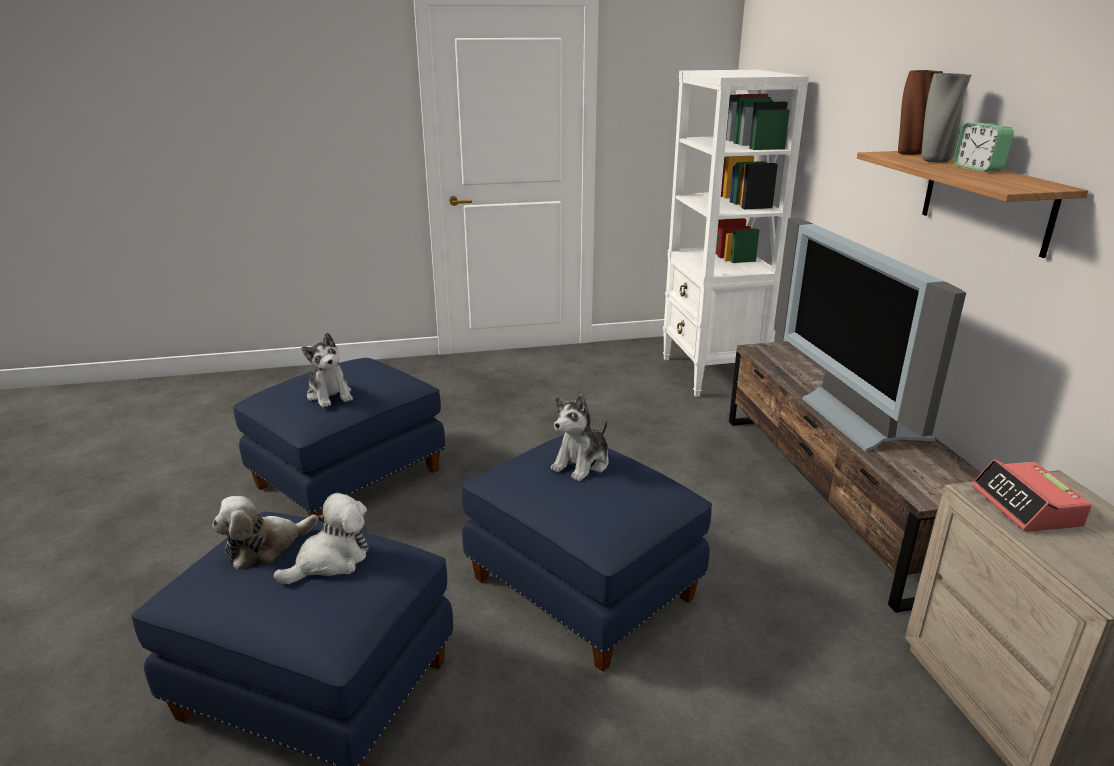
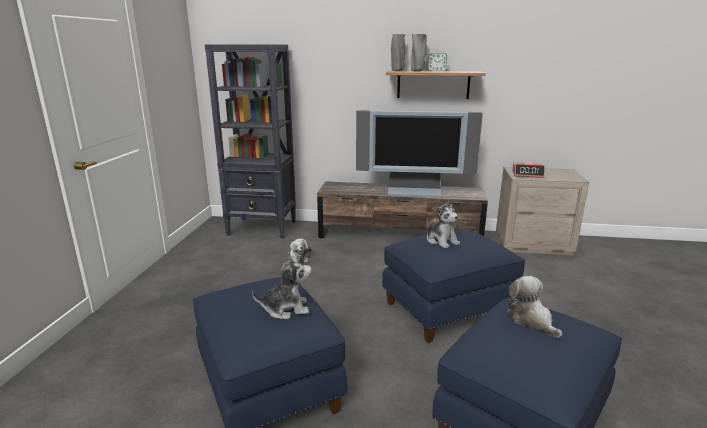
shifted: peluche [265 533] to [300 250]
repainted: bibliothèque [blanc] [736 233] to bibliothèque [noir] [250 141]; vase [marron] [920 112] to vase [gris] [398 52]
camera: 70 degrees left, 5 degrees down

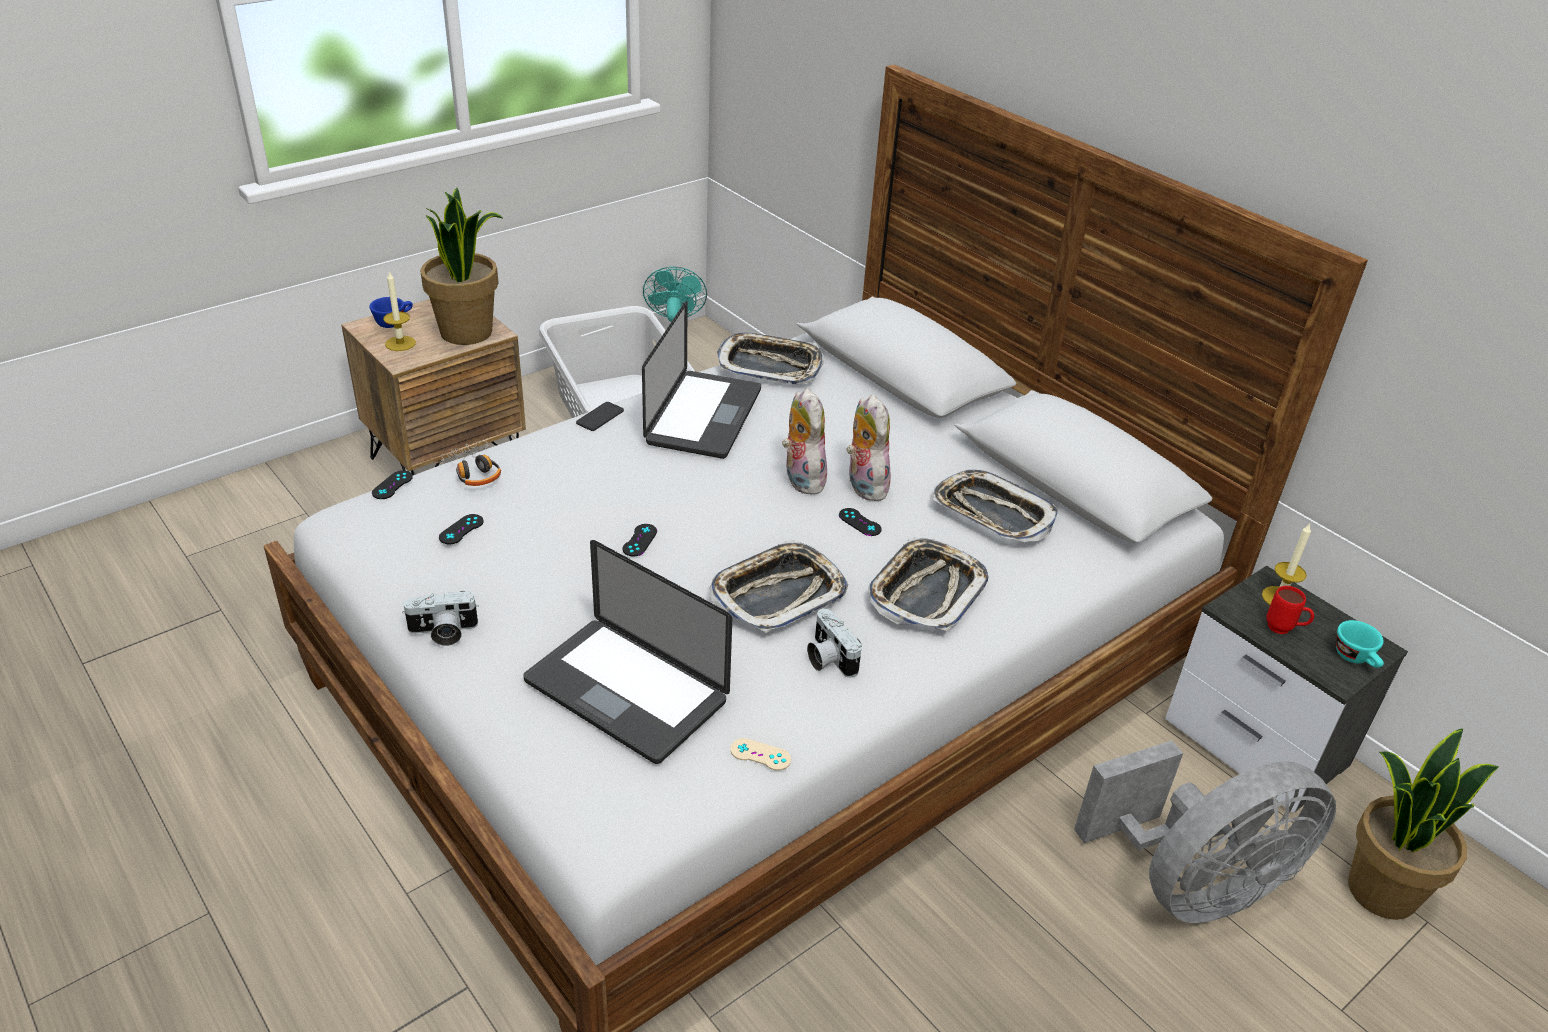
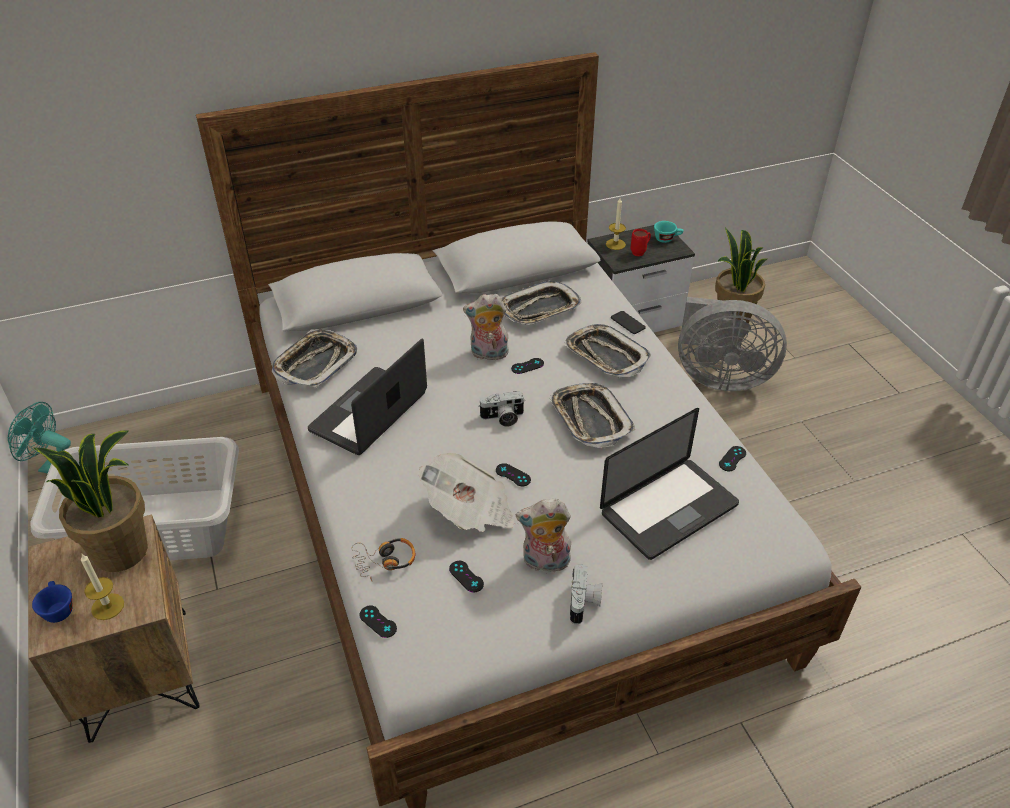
new: journal [467 492]
shifted: peluche [804 441] to [543 535]; téléphone [600 416] to [628 322]; appareil photo [834 643] to [501 409]
repainted: manette [beige] [760 754] to manette [noir] [732 458]
rotated: ordinateur portable [701 380] = [367 397] 90 degrees counterclockwise; ventilateur [gris] [1205 831] = [732 344] 105 degrees clockwise
camera: 70 degrees left, 5 degrees up

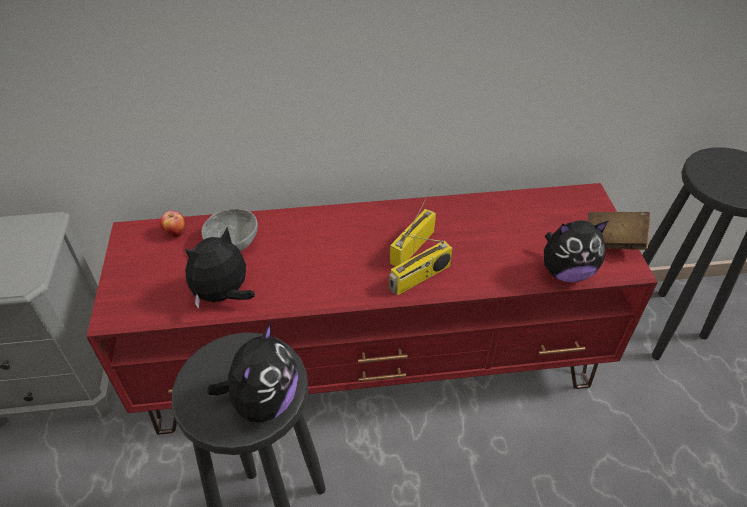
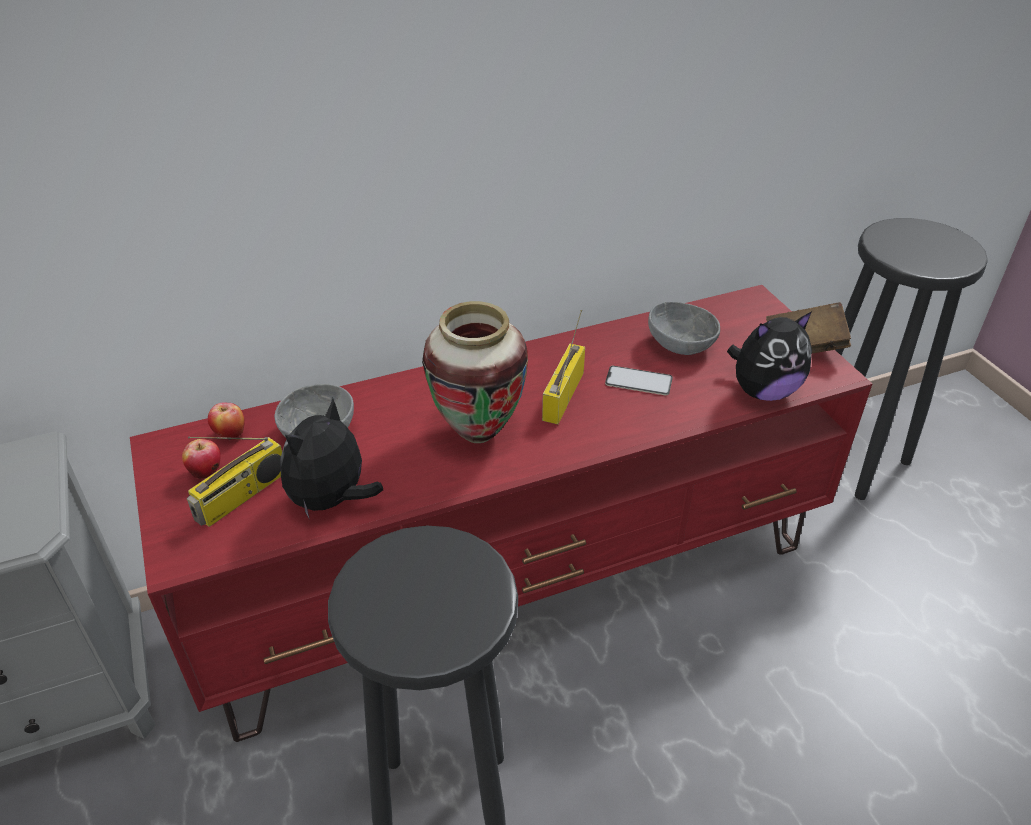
gone: peluche [252 371]
new: vase [475 372]; bol [gris] [684 328]; téléphone [639 380]; pomme [201 459]
shifted: radio [420 265] to [234 481]
camera: 15 degrees left, 5 degrees down

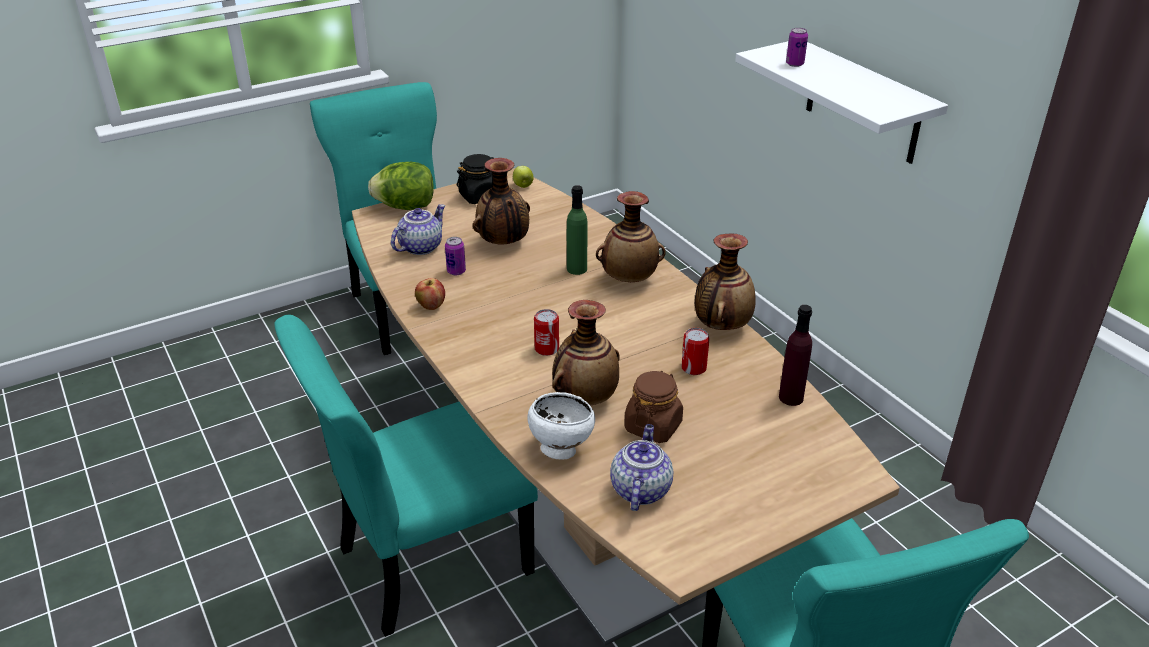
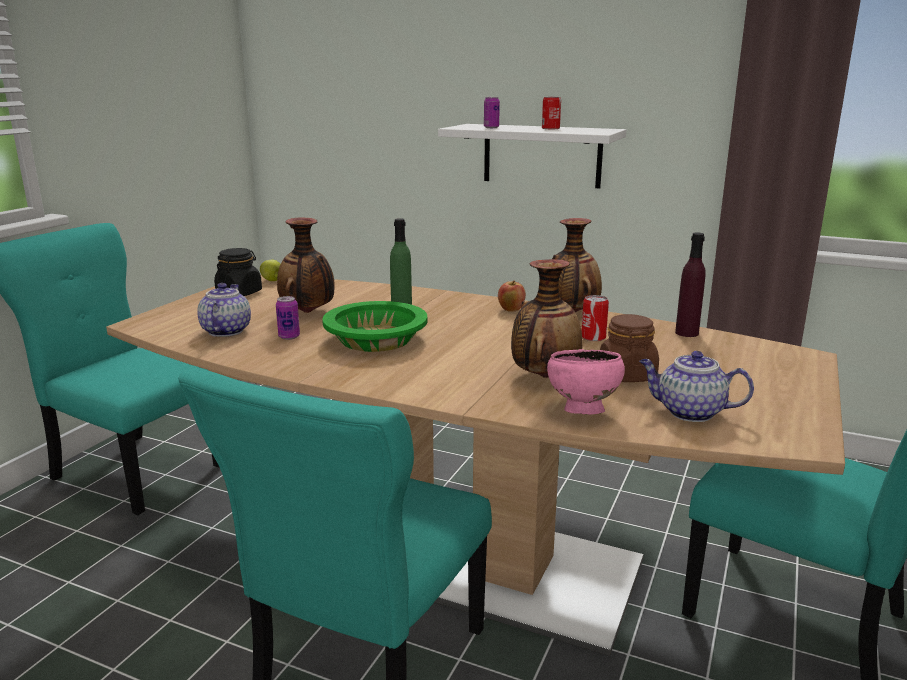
gone: laitue [401 186]; vase [631 236]
new: bol [vert] [374 326]
shifted: pomme [430 294] to [512 296]; boîte métallique [546 332] to [551 113]
repainted: bol [blanc] [561 426] to bol [rose] [586 382]
rotated: théière [641 467] = [696 386] 45 degrees counterclockwise
camera: 35 degrees left, 15 degrees down

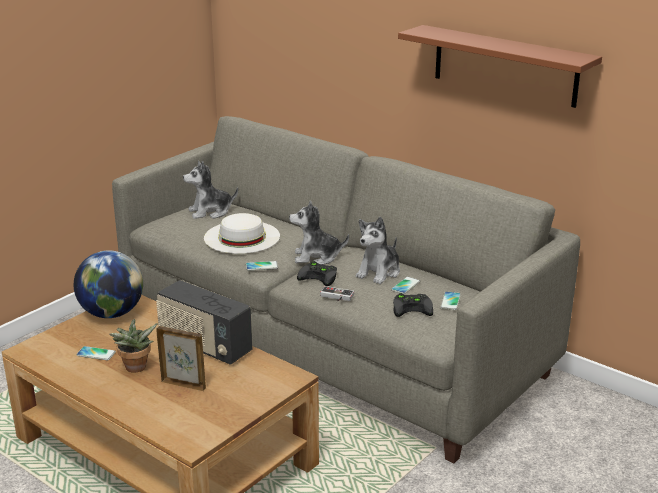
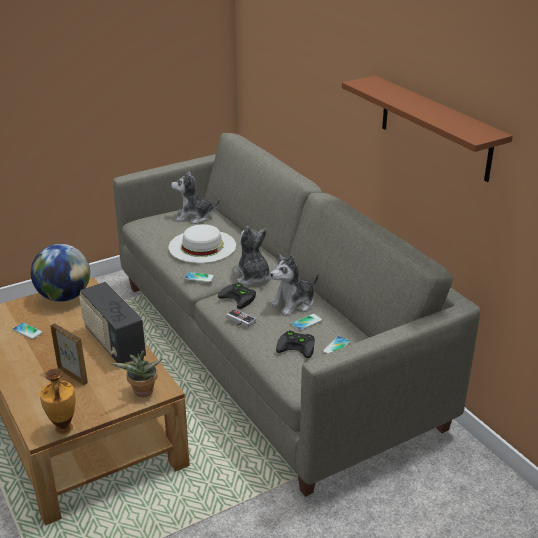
new: vase [57 401]
shifted: plante en pot [133 346] to [136 374]
rotated: peluche [319 233] = [252 256] 45 degrees clockwise
camera: 20 degrees right, 5 degrees up

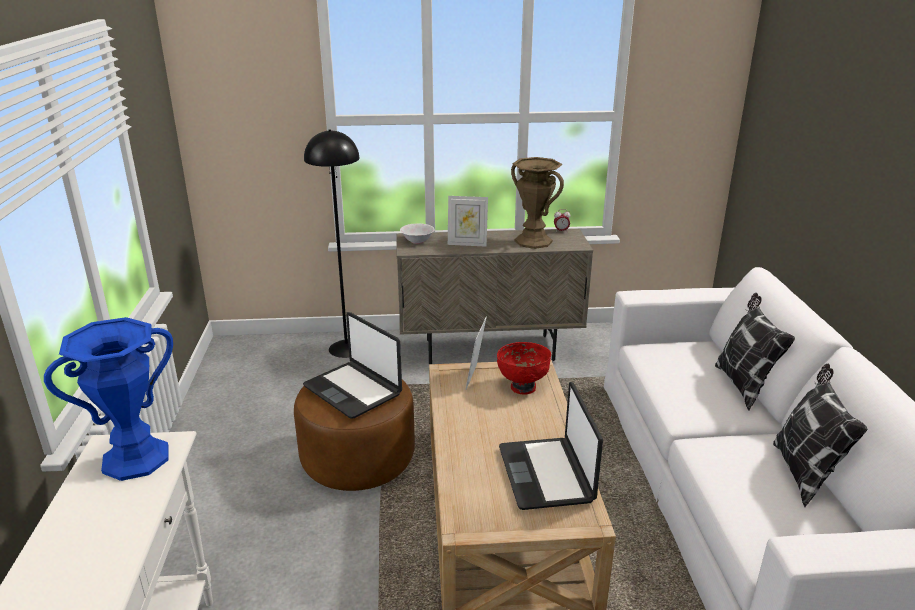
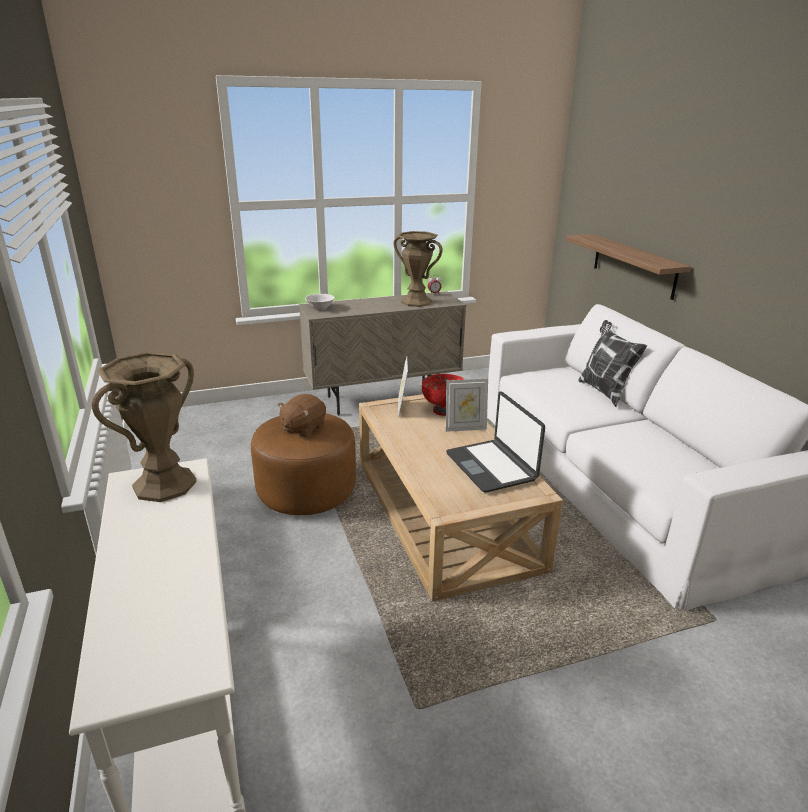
gone: lampadaire [noir] [332 243]; coussin [820 435]
new: étagère [628 267]
shifted: cadre photo [468 221] to [467 405]
swapped: ordinateur portable [352 365] to peluche [marron] [302 416]
repainted: vase [bleu] [108 399] to vase [marron] [144 427]
camera: 15 degrees left, 0 degrees up

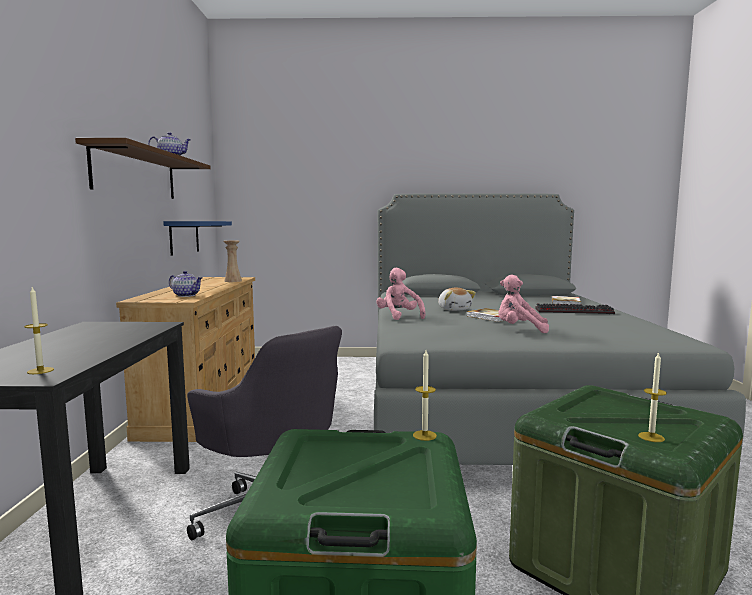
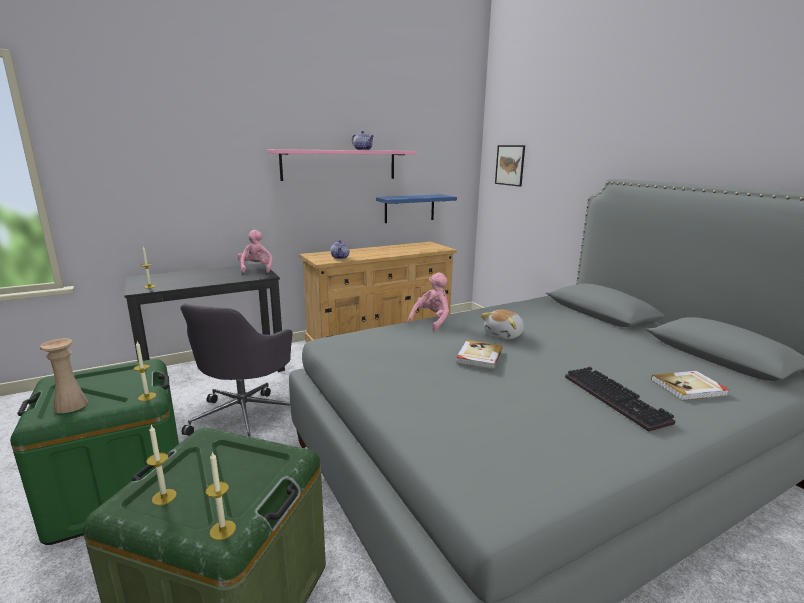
new: tableau [510 166]; bougie [221 496]
shifted: vase [beige] [233 261] to [64 375]; peluche [rose] [523 303] to [255 251]
repainted: étagère [marron] [143 168] to étagère [rose] [342 165]
camera: 60 degrees right, 10 degrees up

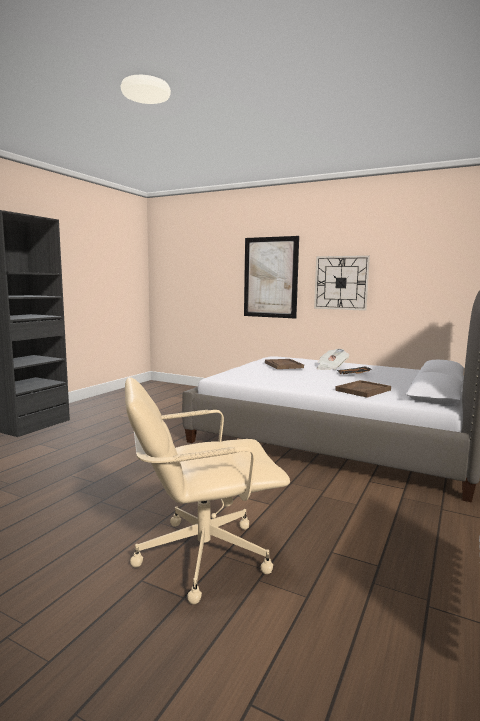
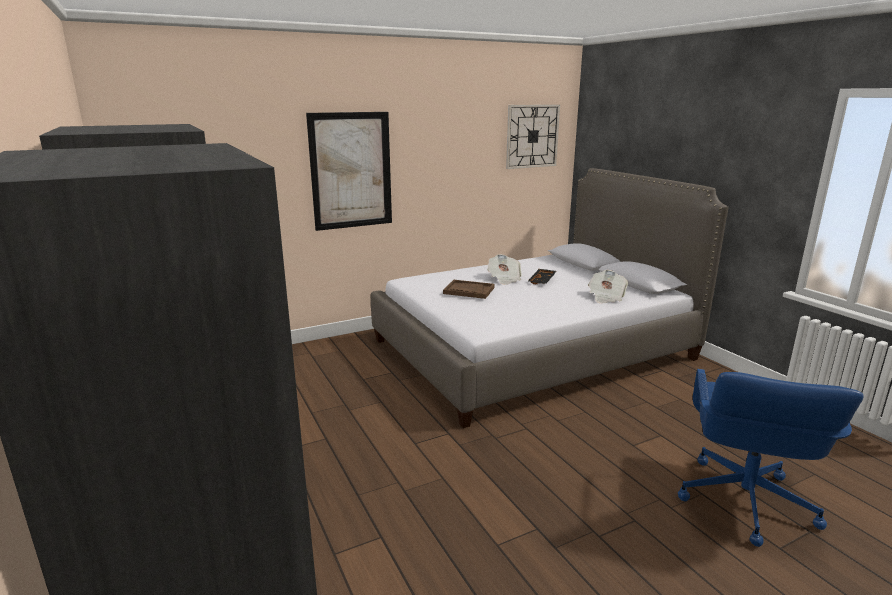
shifted: horloge murale [342 283] to [533 136]
swapped: plateau [marron] [363 389] to journal [608 286]
repainted: chaise de bureau [beige] [207 490] to chaise de bureau [bleu] [771 458]
camera: 55 degrees left, 10 degrees up

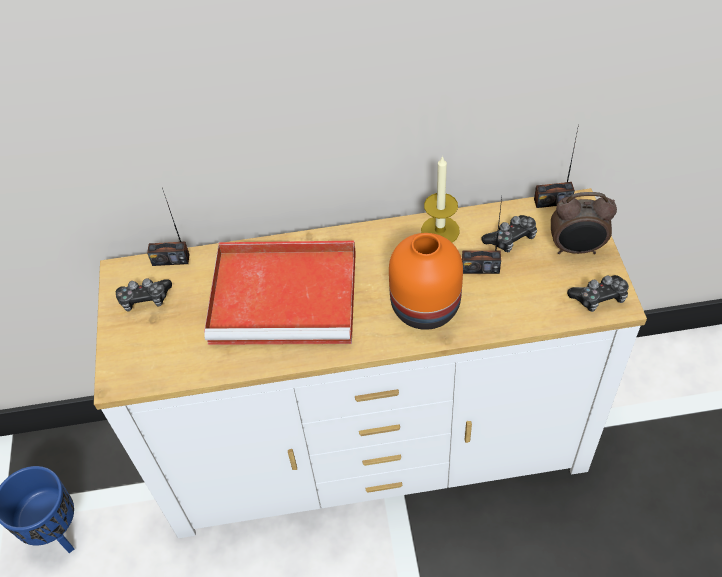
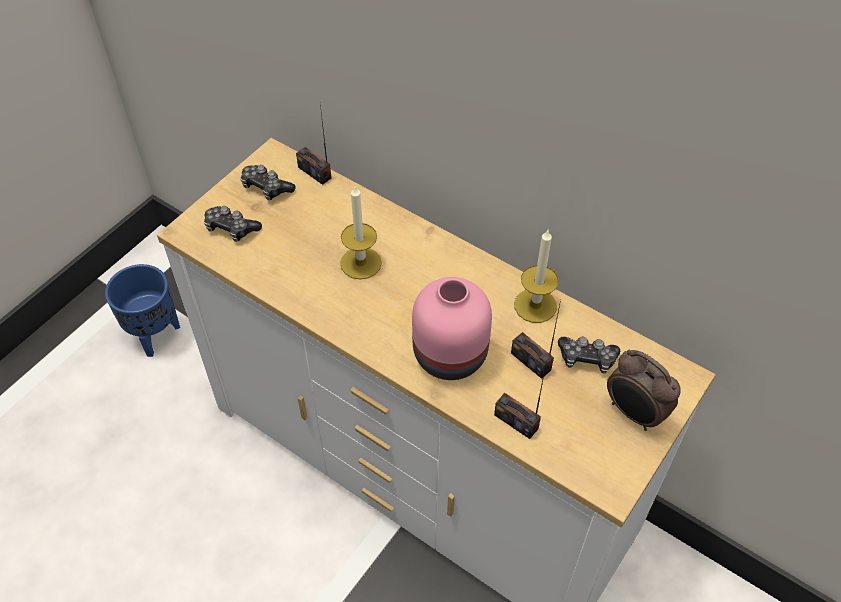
shifted: radio [556 166] to [520 400]; manette [598 293] to [233 224]
swapped: plateau [rouge] [280 293] to bougie [361 232]
repainted: vase [orange] [426 281] to vase [rose] [452 328]
camera: 40 degrees right, 0 degrees up

